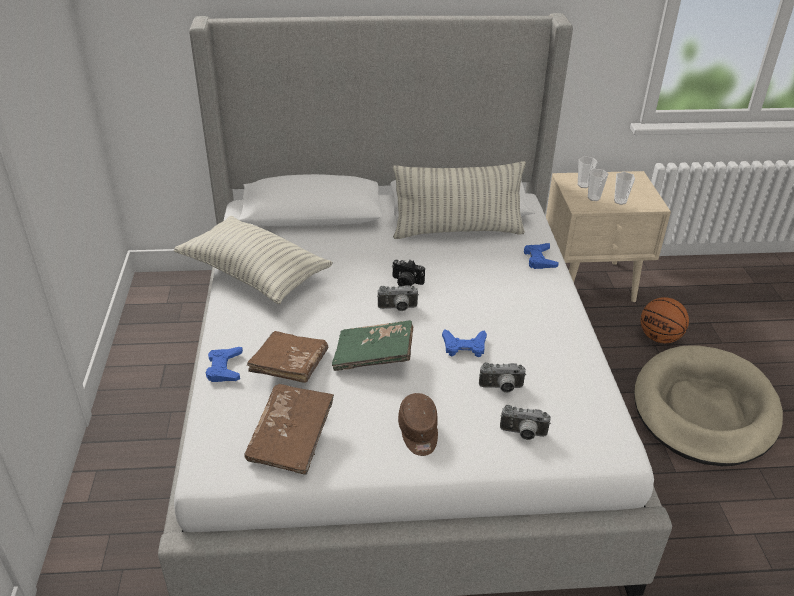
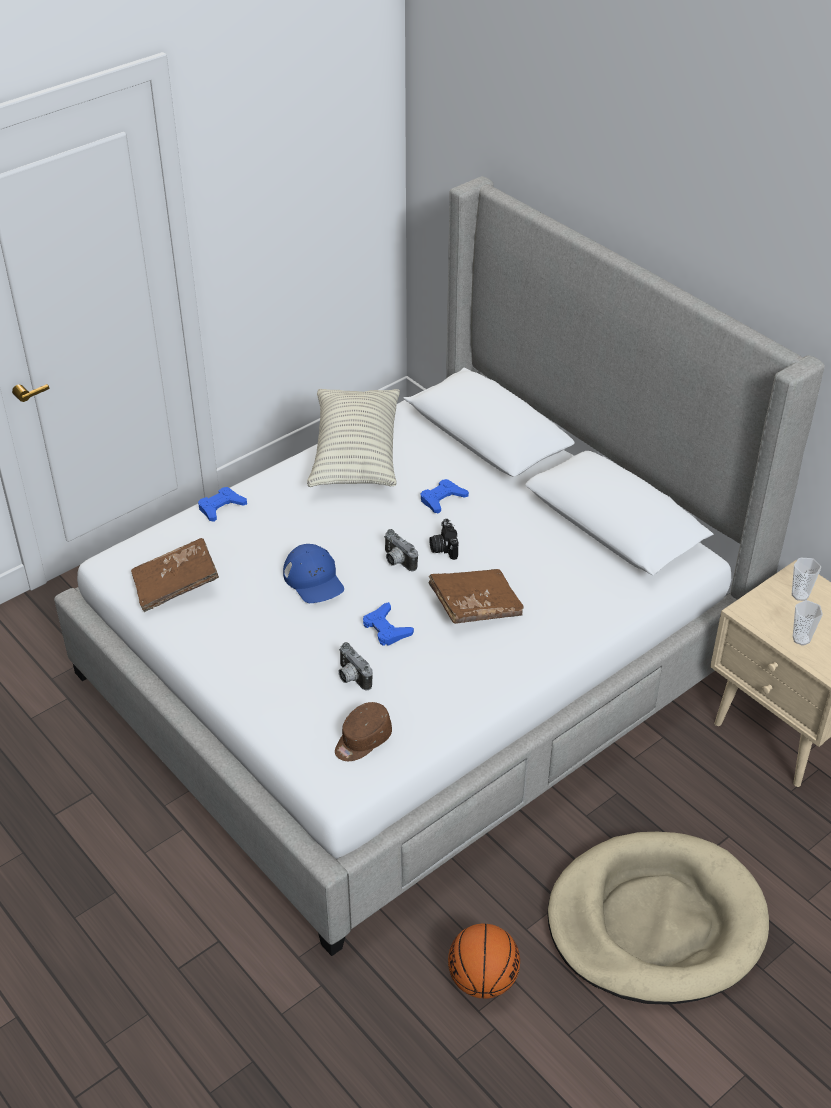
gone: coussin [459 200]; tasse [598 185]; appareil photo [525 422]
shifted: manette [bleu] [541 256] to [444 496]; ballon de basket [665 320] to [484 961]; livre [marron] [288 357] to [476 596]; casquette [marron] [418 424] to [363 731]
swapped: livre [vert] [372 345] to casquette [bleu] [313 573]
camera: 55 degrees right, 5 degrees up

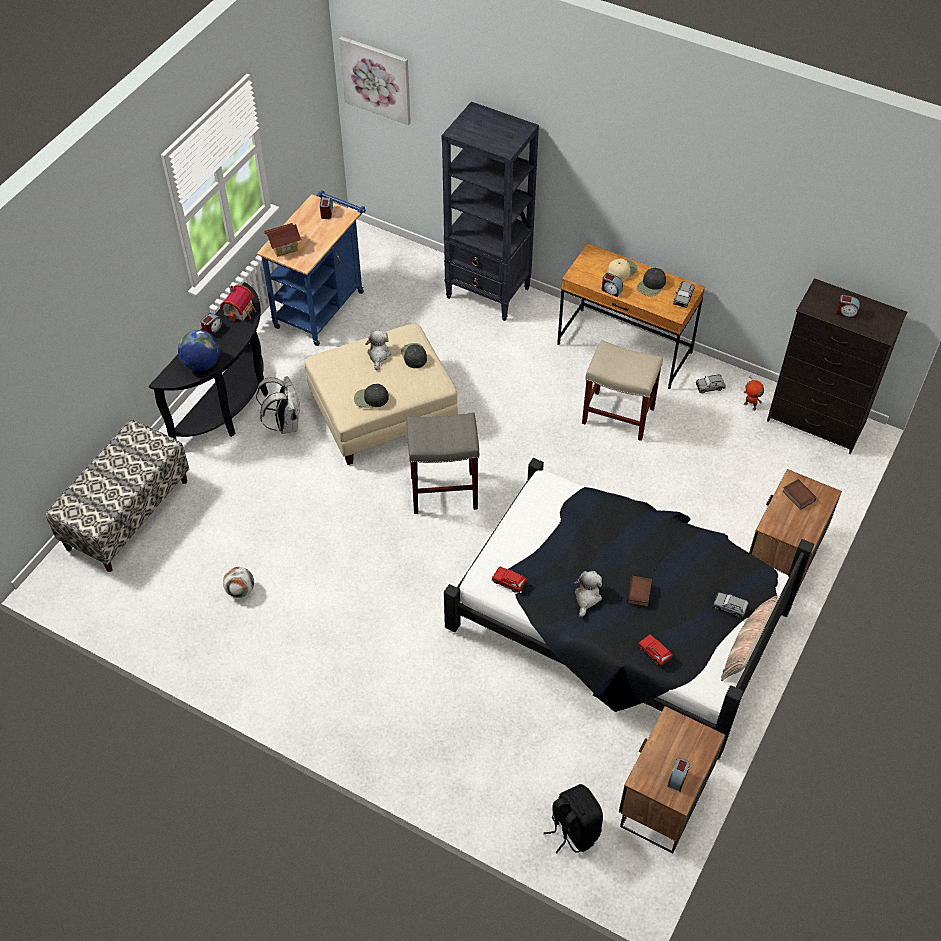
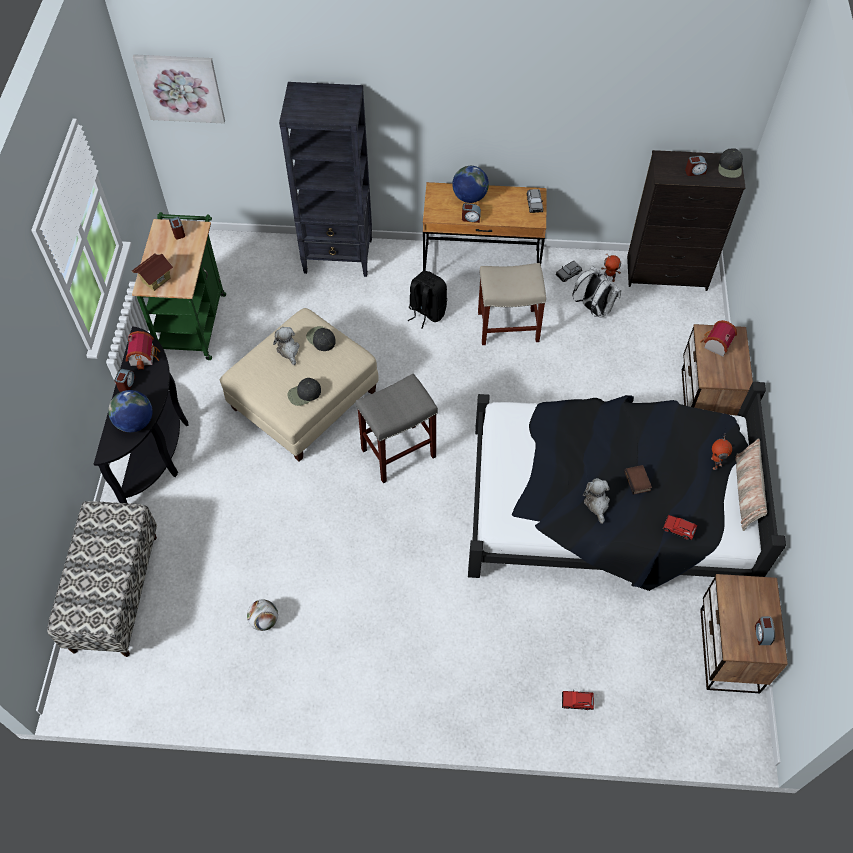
shifted: casquette [noir] [651 282] to [730 163]; sac à dos [blanc] [278 405] to [596 292]; petite voiture [rouge] [509 579] to [578 700]; sac à dos [noir] [573 819] to [427 300]
swapped: casquette [beige] [622 270] to globe [470 184]; livre [799 494] to maison miniature [718 338]; petite voiture [gris] [730 605] to robot jouet [721 452]
repainted: chariot [bleu] [311 268] to chariot [vert] [179 286]
camera: 25 degrees left, 5 degrees up

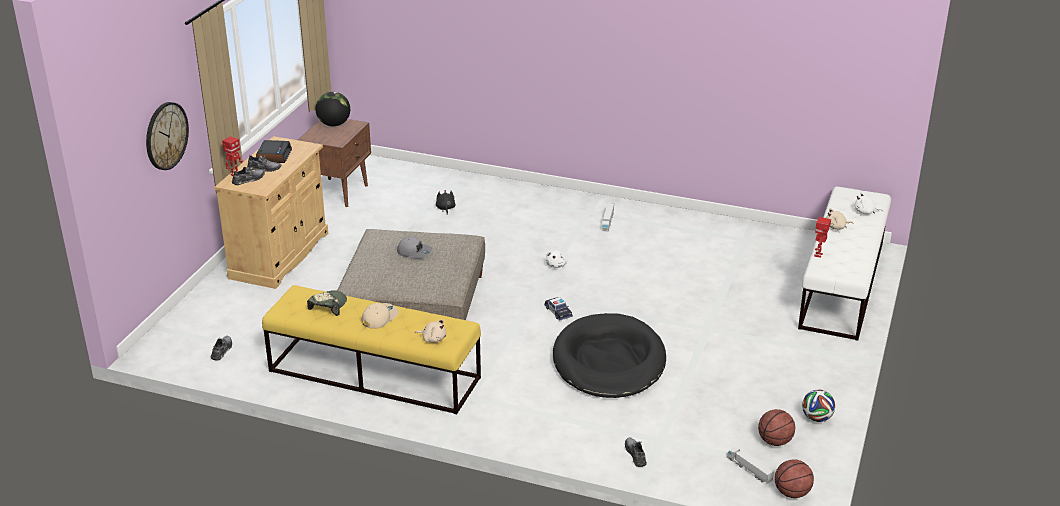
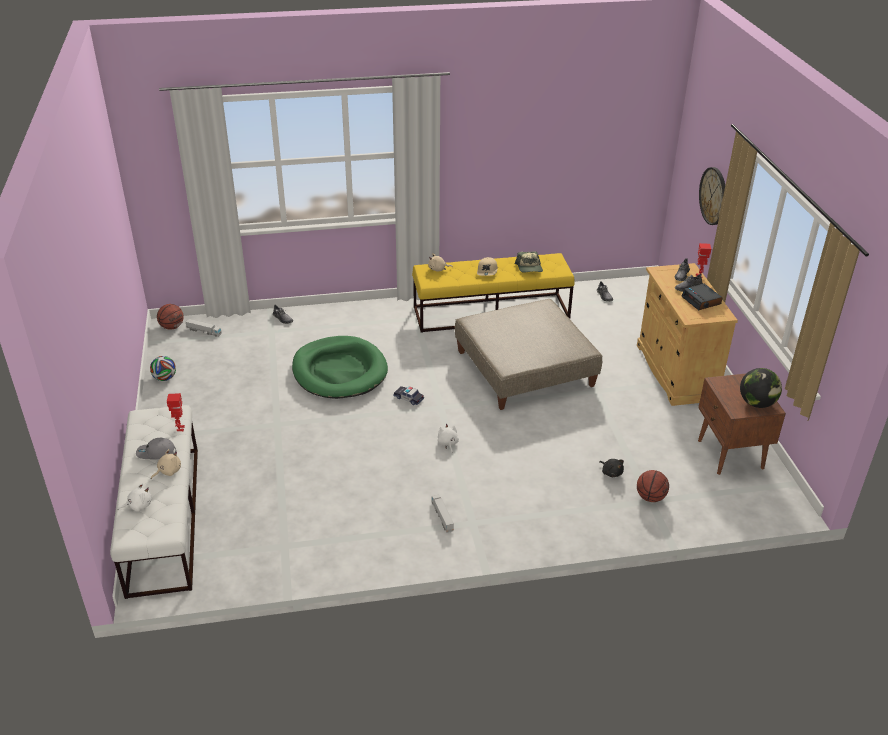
shifted: casquette [gris] [415 247] to [156 448]; ballon de basket [776 427] to [653 486]
repainted: panier pour chien [noir] [609 355] to panier pour chien [vert] [340 367]
camera: 150 degrees right, 5 degrees up

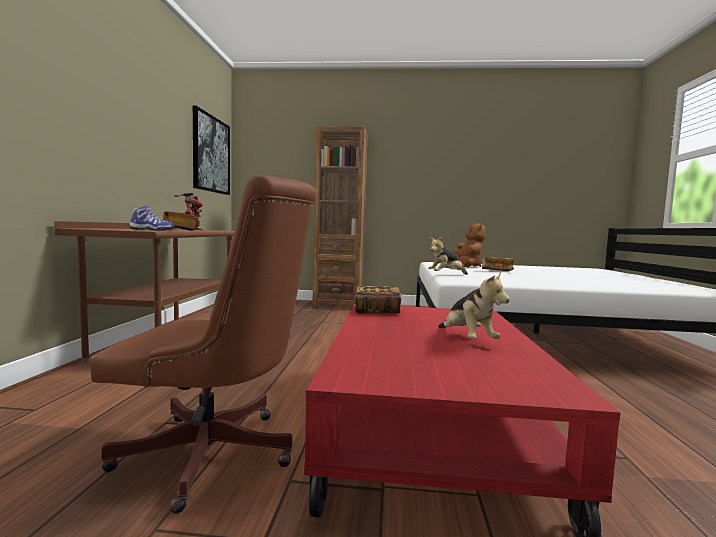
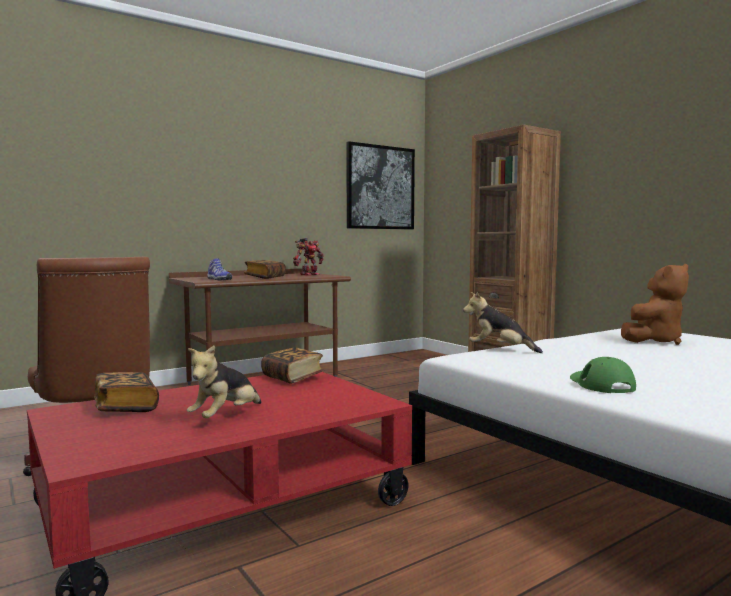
new: casquette [vert] [603 375]
shifted: livre [498 264] to [126 392]
camera: 50 degrees right, 0 degrees up

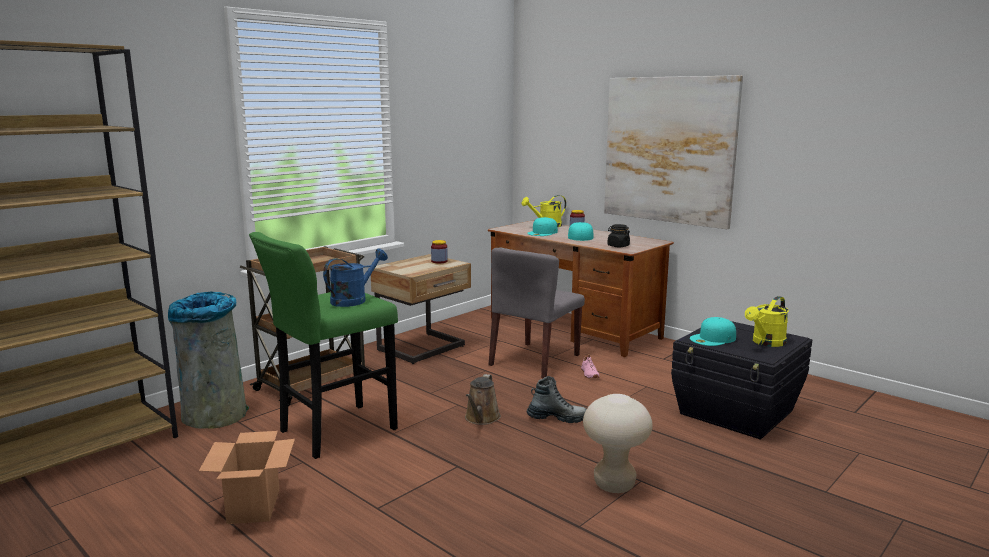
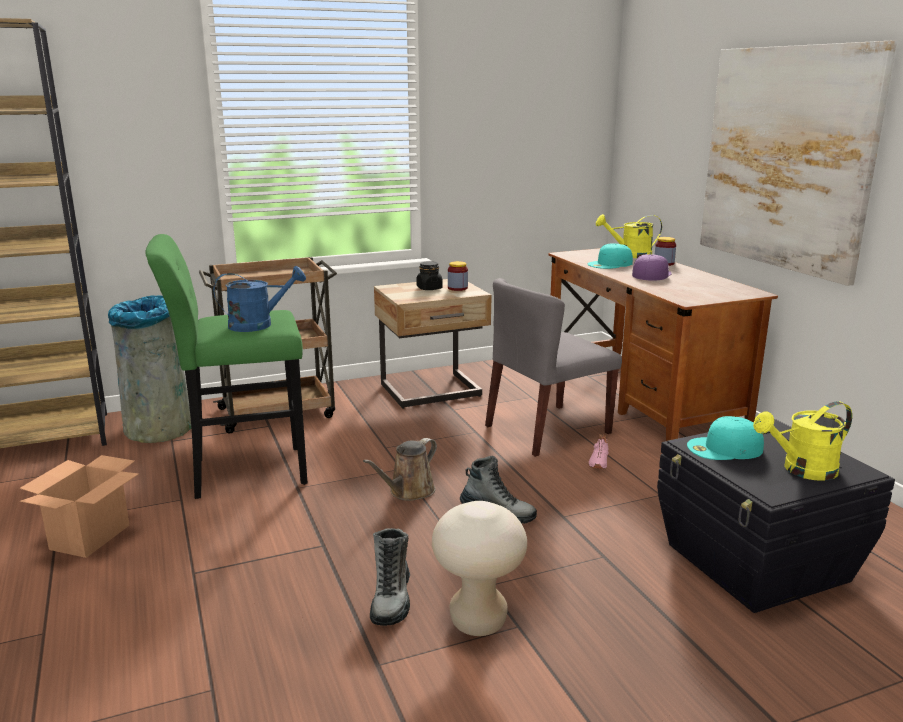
new: botte [390 577]
shifted: bocal [noir] [619 235] to [429 275]
repainted: casquette [turquoise] [580 231] to casquette [violet] [652 267]
camera: 25 degrees right, 5 degrees up

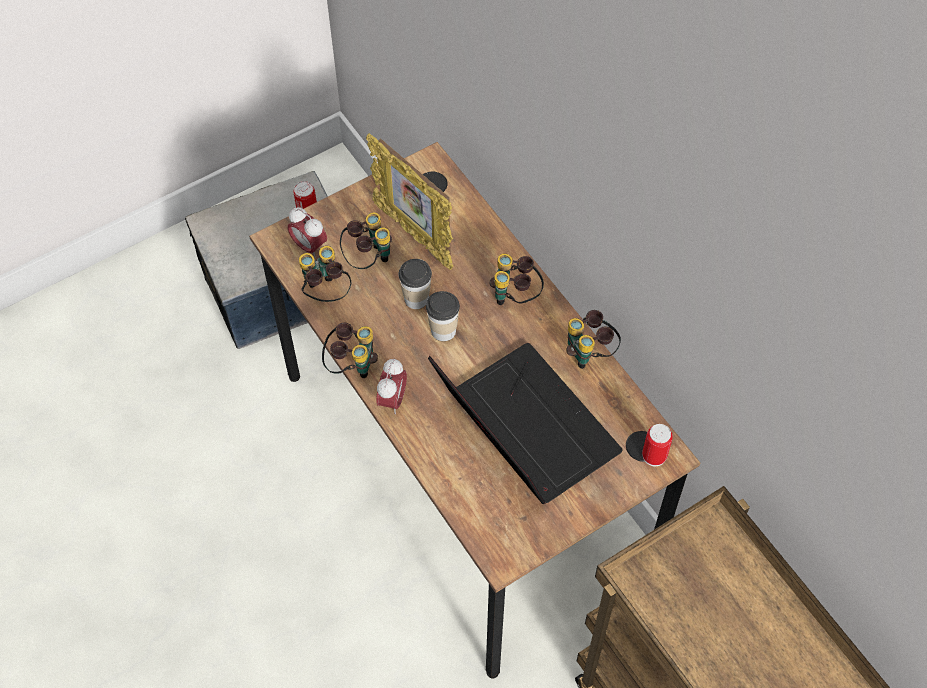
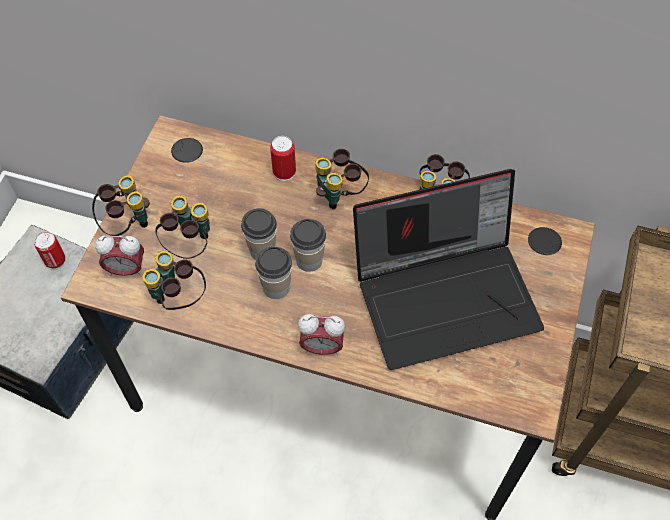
gone: cadre photo [409 201]
new: tasse [273 273]
shifted: jumelles [350 350] to [121 205]; boîte métallique [657 445] to [283 158]
rotated: ordinateur portable [525 423] = [448 269] 150 degrees clockwise; réveil [391 386] = [321 334] 120 degrees clockwise
camera: 40 degrees left, 0 degrees up

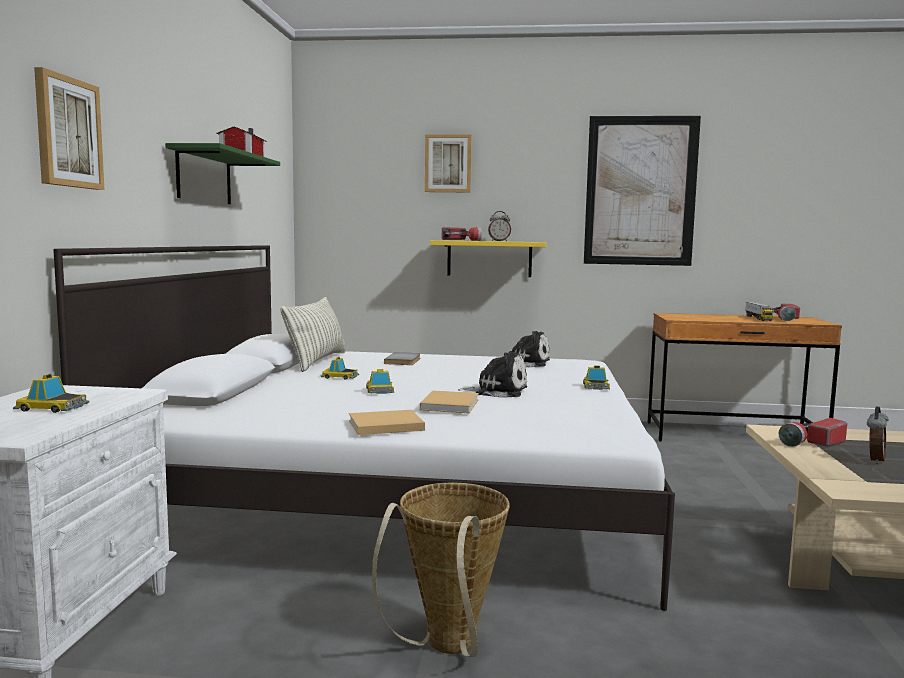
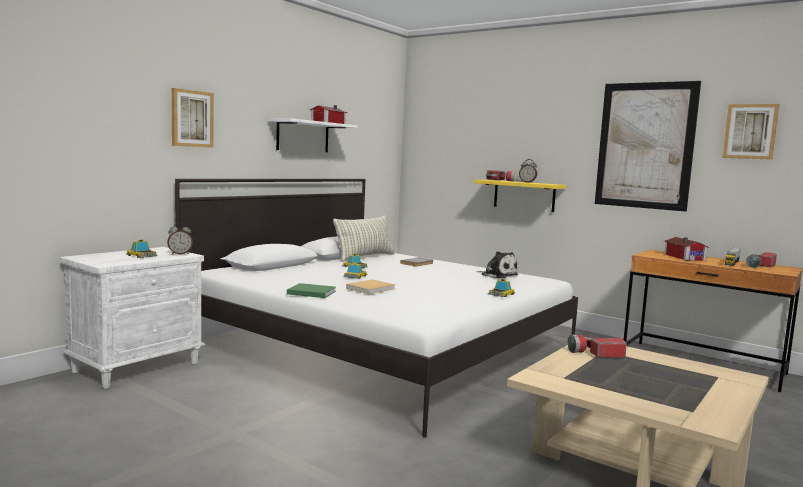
gone: peluche [492 374]; panier [440 570]
new: maison miniature [687 249]
shifted: tableau [448 163] to [751 132]; réveil [878 435] to [180 239]
repainted: étagère [vert] [222 173] to étagère [blanc] [312 135]; livre [beige] [387 422] to livre [vert] [311 290]
camera: 30 degrees right, 0 degrees up

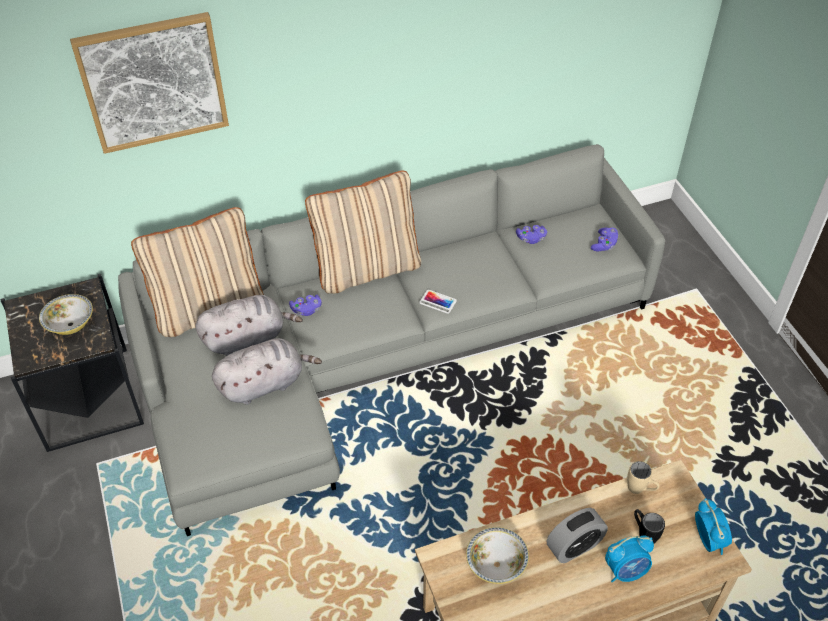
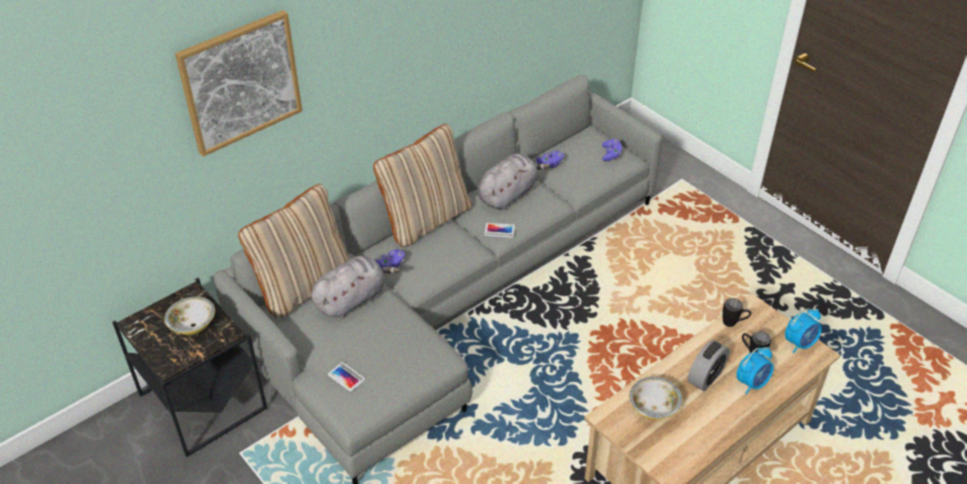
new: téléphone [346 376]
shifted: peluche [gris] [267 371] to [513 182]
repainted: mug [beige] [643 477] to mug [noir] [736 312]
rotated: réveil [713 526] = [803 331] 90 degrees clockwise
camera: 20 degrees left, 5 degrees down

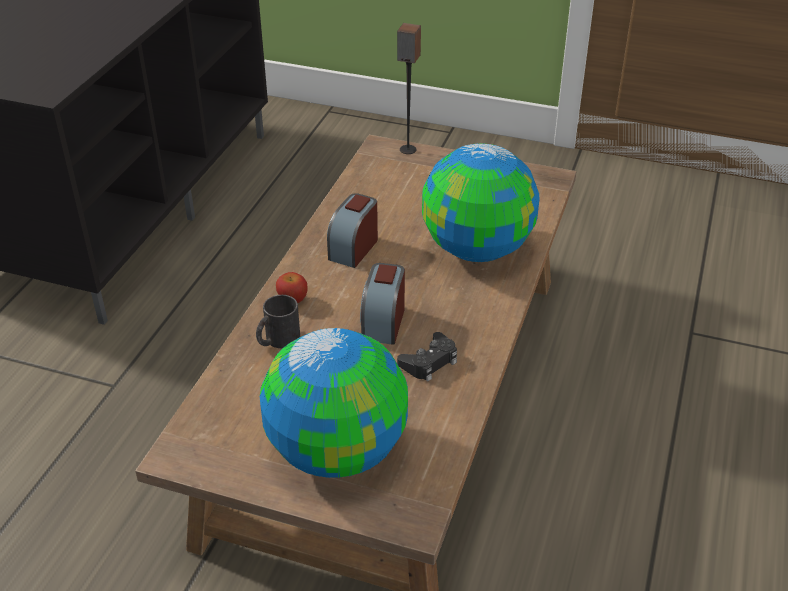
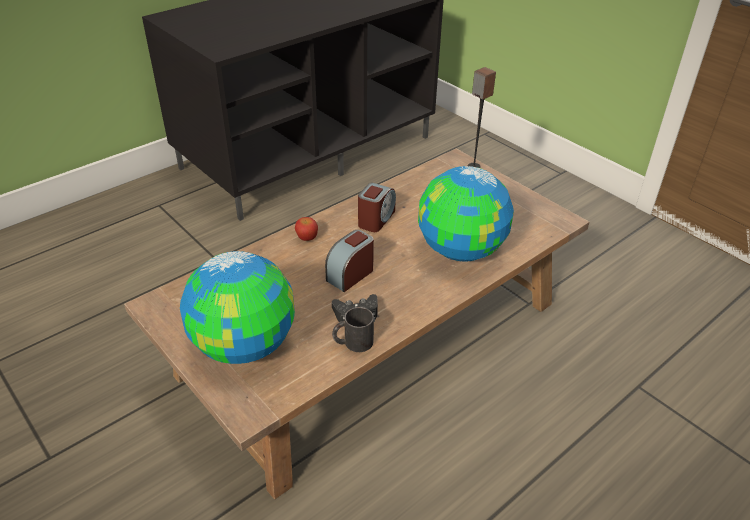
shifted: mug [noir] [278 321] to [353 329]
rotated: réveil [352 230] = [377 207] 150 degrees clockwise
camera: 30 degrees right, 0 degrees up

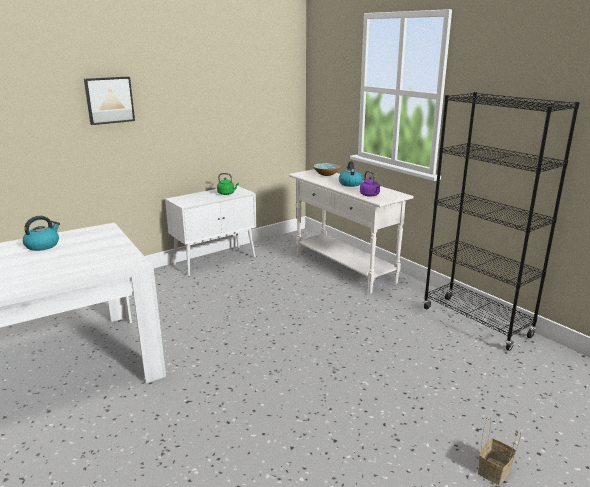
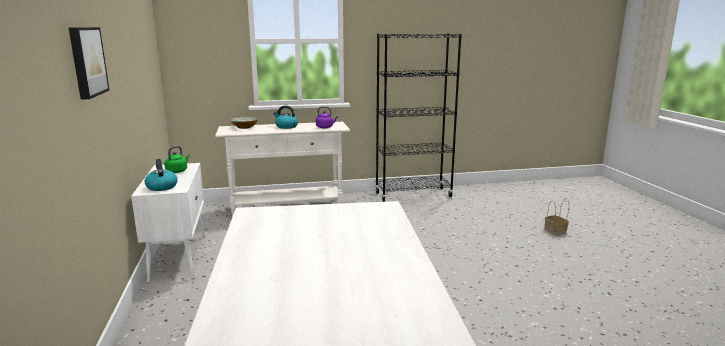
shifted: bouilloire [41 233] to [161 175]
camera: 65 degrees left, 5 degrees down

